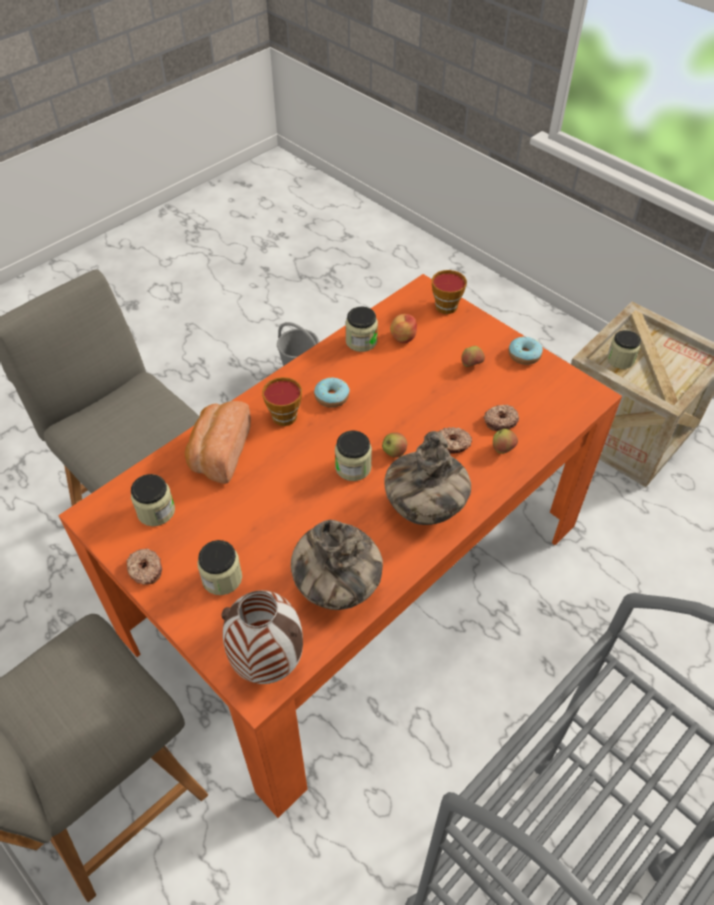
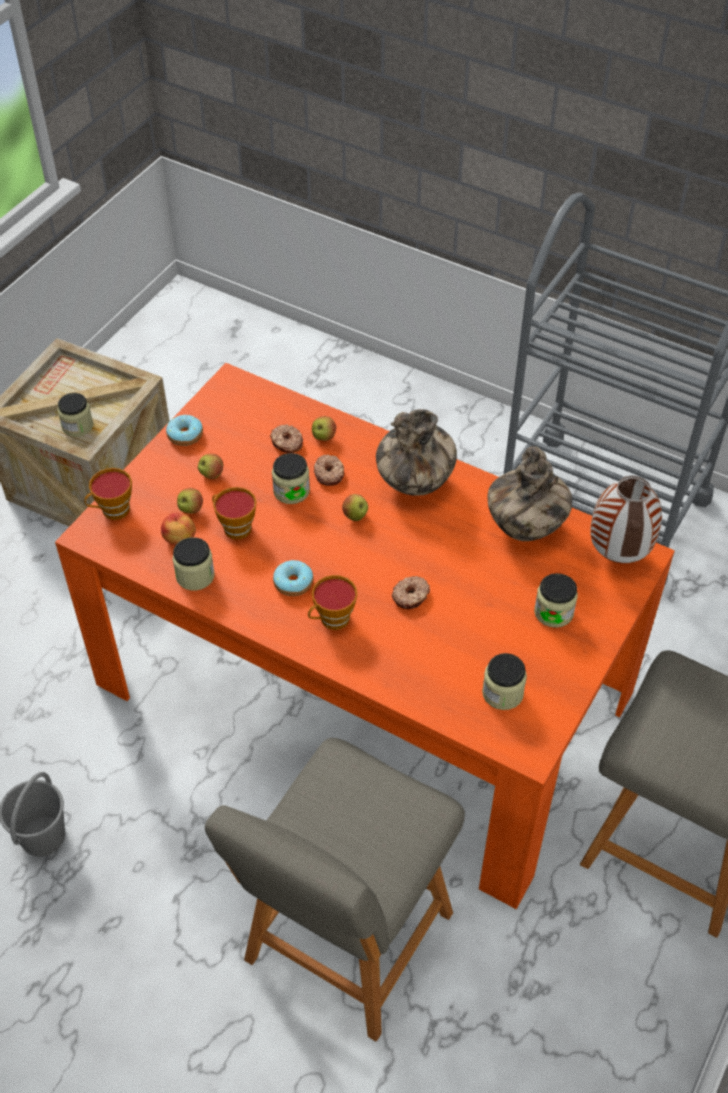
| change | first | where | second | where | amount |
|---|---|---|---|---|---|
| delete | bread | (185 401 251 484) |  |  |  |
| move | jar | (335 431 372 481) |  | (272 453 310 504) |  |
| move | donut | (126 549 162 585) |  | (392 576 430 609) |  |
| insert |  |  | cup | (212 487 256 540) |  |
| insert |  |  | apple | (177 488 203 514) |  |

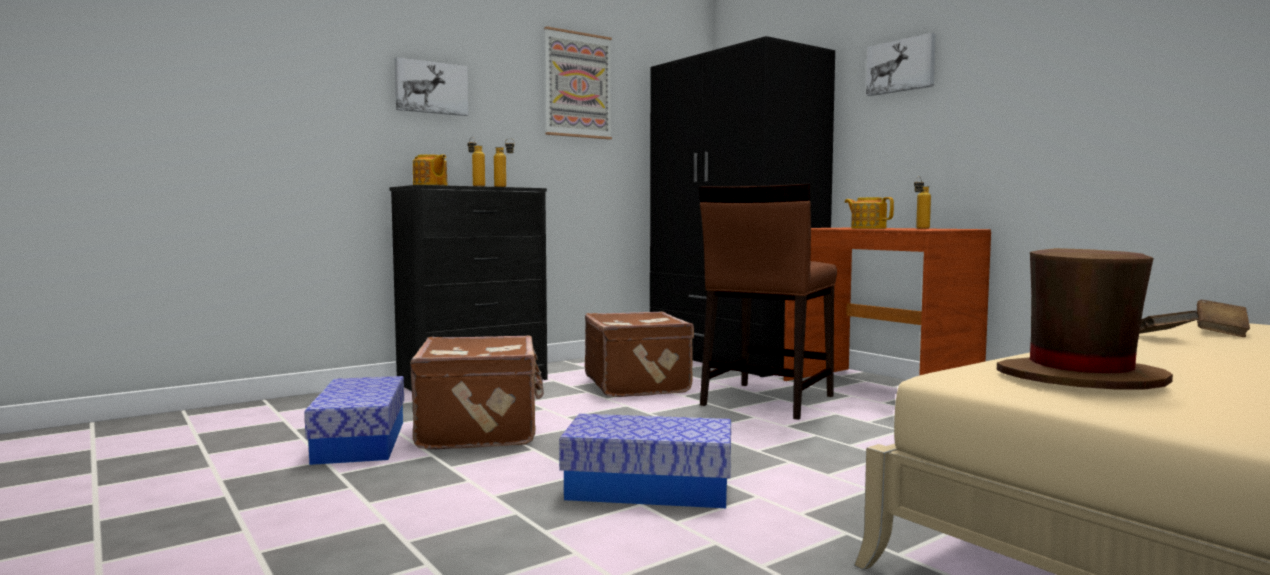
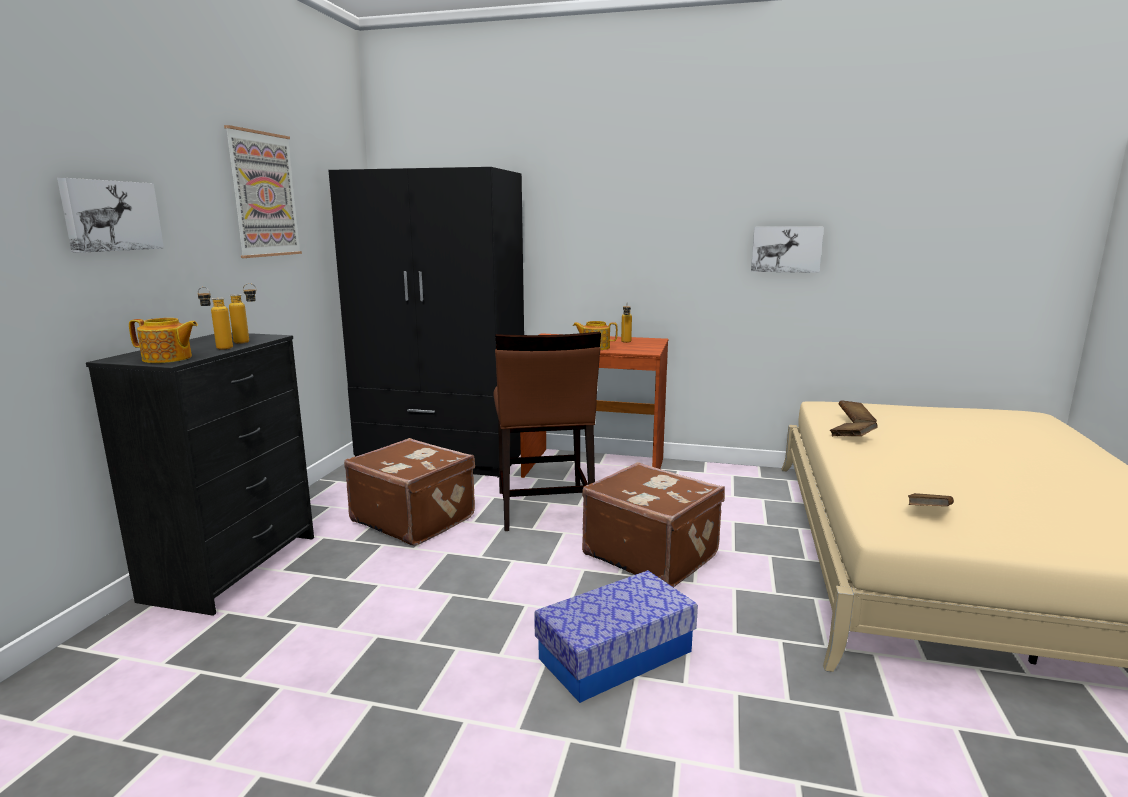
| change | first | where | second | where | amount |
|---|---|---|---|---|---|
| move | picture | (866 33 936 96) |  | (751 226 824 273) |  |
| replace | brown hat | (996 248 1173 390) | brown book | (908 493 954 506) |  |
| move | brown suitcase | (410 335 544 449) |  | (582 462 725 588) |  |
| delete | storage box | (304 376 404 465) |  |  |  |

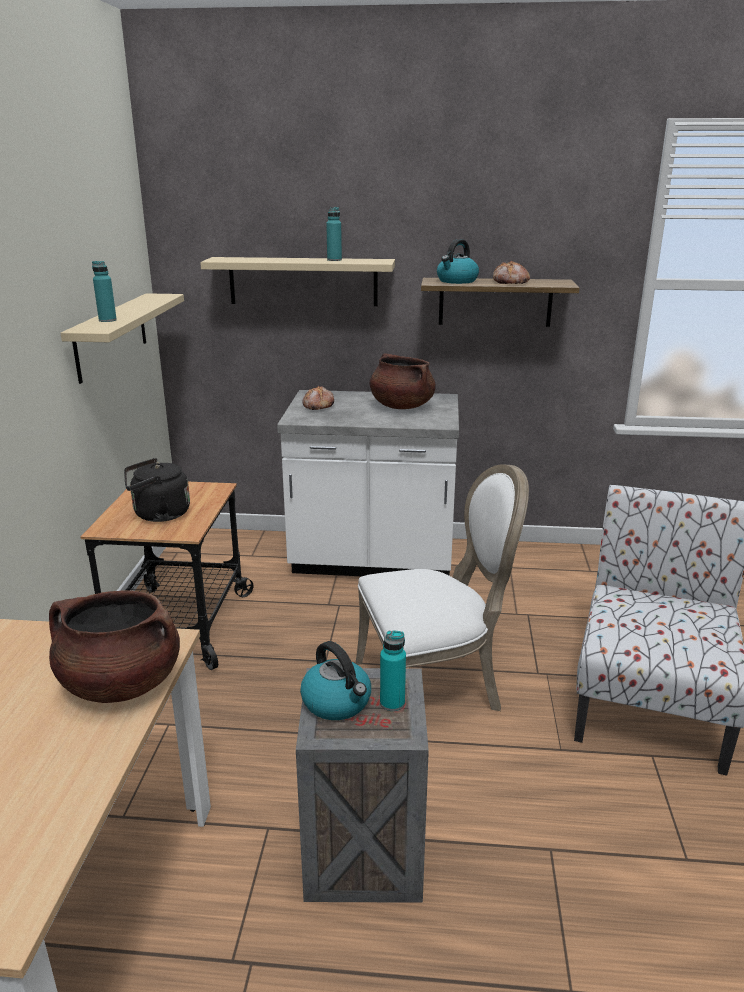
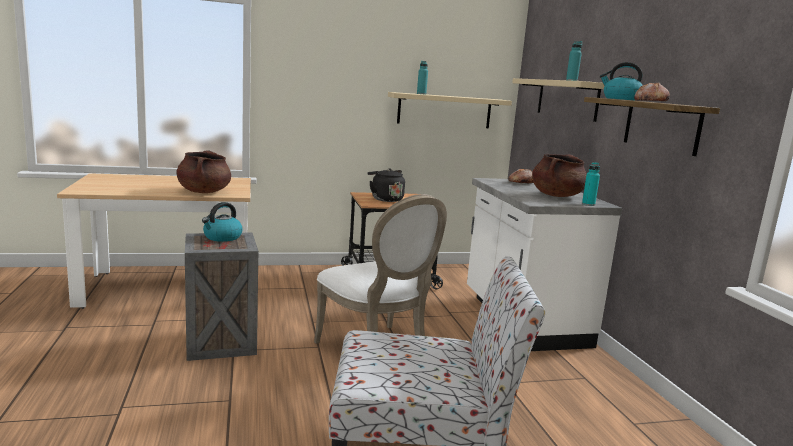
| change | first | where | second | where | amount |
|---|---|---|---|---|---|
| move | turquoise bottle | (380 630 406 711) |  | (582 162 600 206) |  |

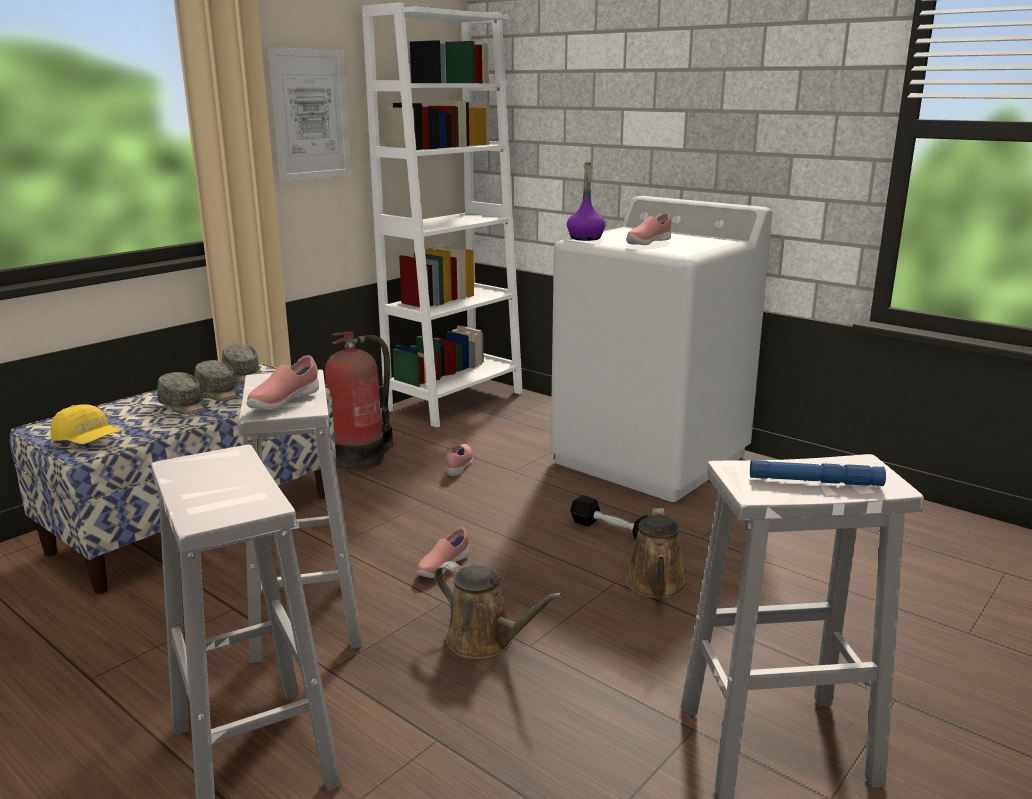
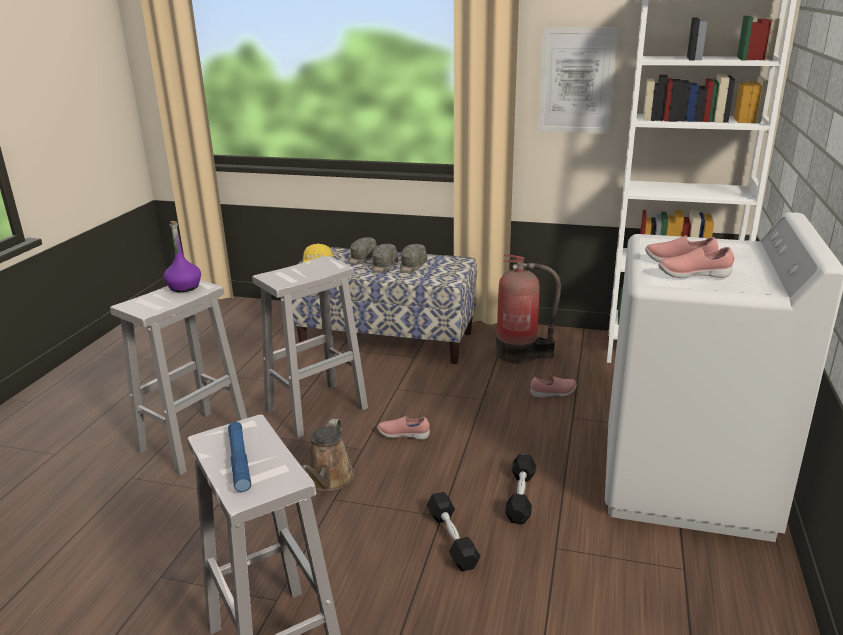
| change | first | where | second | where | amount |
|---|---|---|---|---|---|
| move | purple bottle | (567 162 606 241) |  | (163 221 201 292) |  |
| move | grey cap | (222 344 261 383) |  | (348 237 377 265) |  |
| move | pink shoe | (246 355 319 410) |  | (658 247 734 278) |  |
| replace | brown watering can | (625 508 688 599) | black dumbbell | (427 492 480 571) |  |

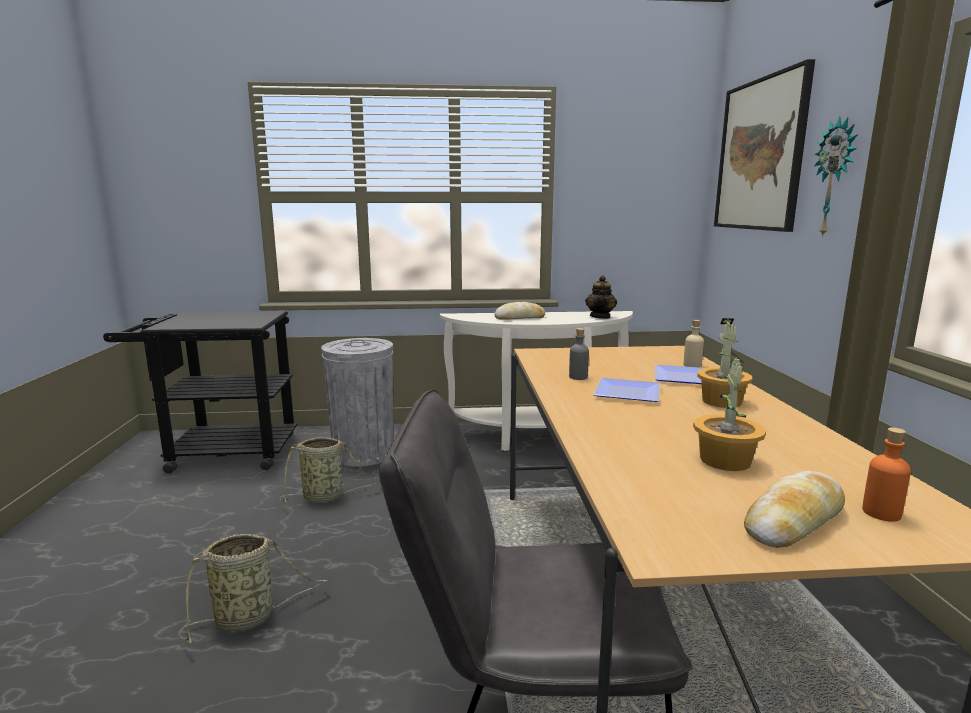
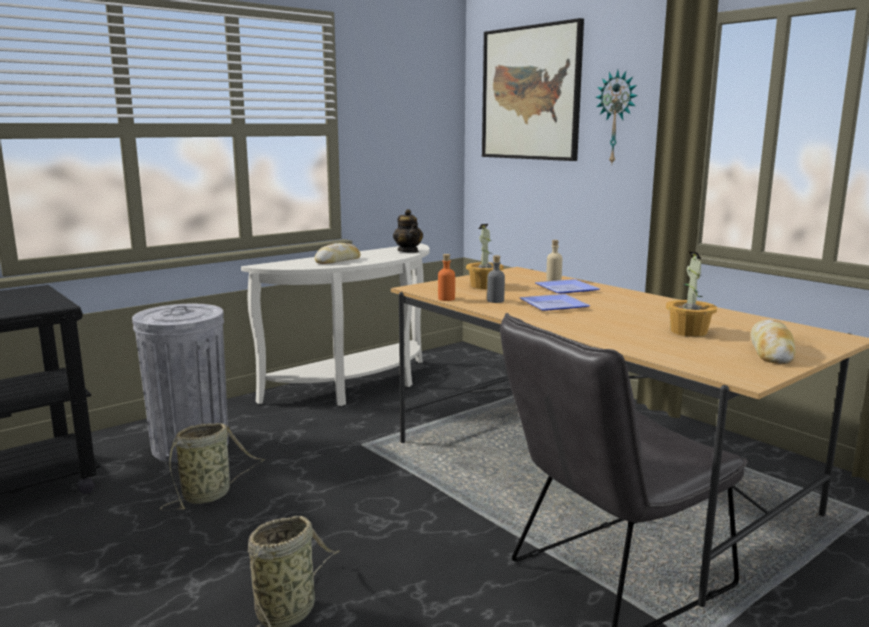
| change | first | where | second | where | amount |
|---|---|---|---|---|---|
| move | potted plant | (697 318 753 408) |  | (466 224 504 289) |  |
| move | orange bottle | (862 427 911 522) |  | (438 254 455 301) |  |

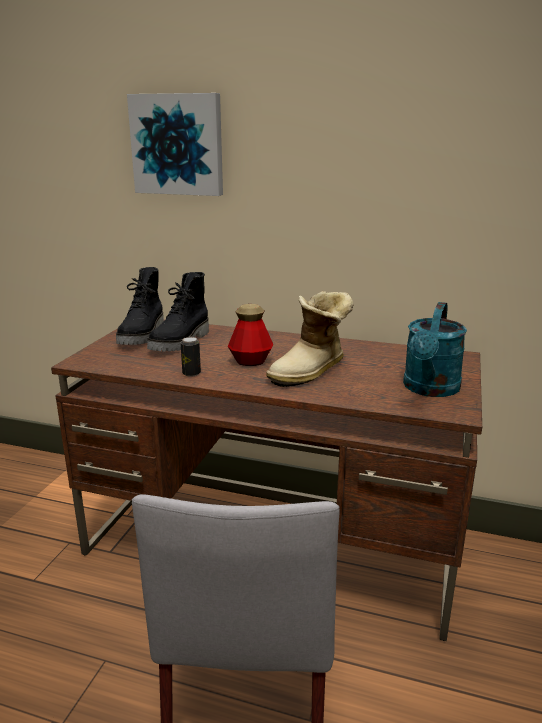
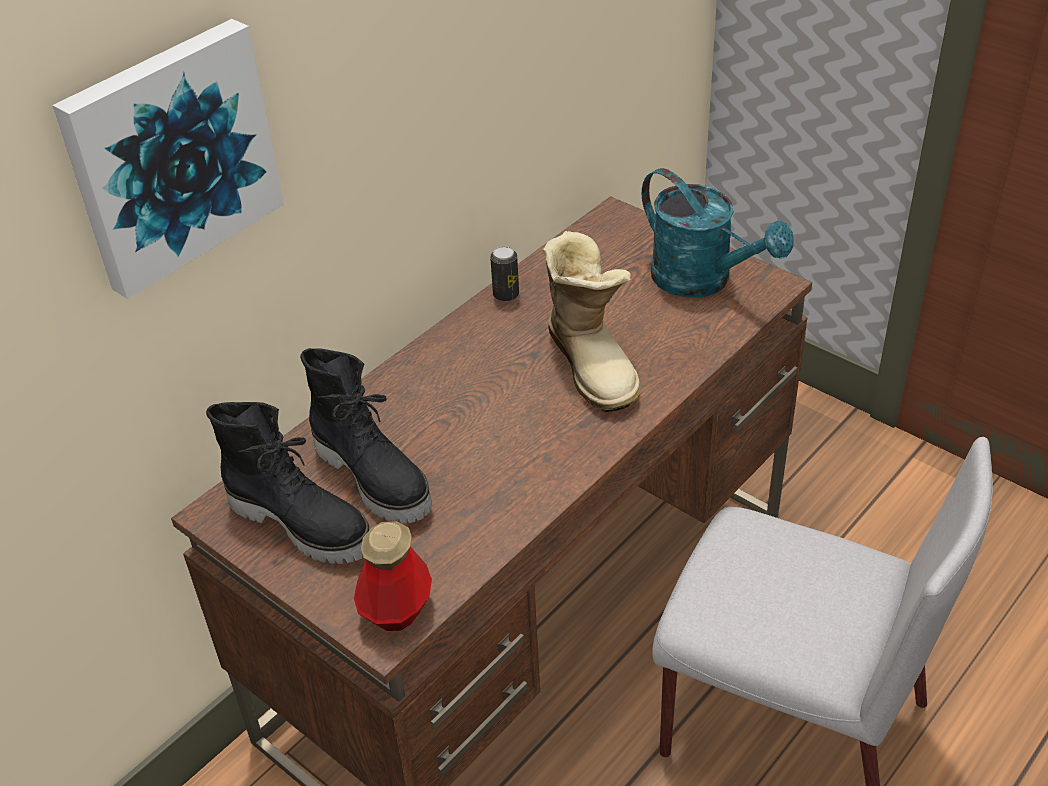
| change | first | where | second | where | amount |
|---|---|---|---|---|---|
| move | bottle | (228 304 274 366) |  | (354 521 432 631) |  |
| move | can | (180 337 201 376) |  | (490 246 519 302) |  |

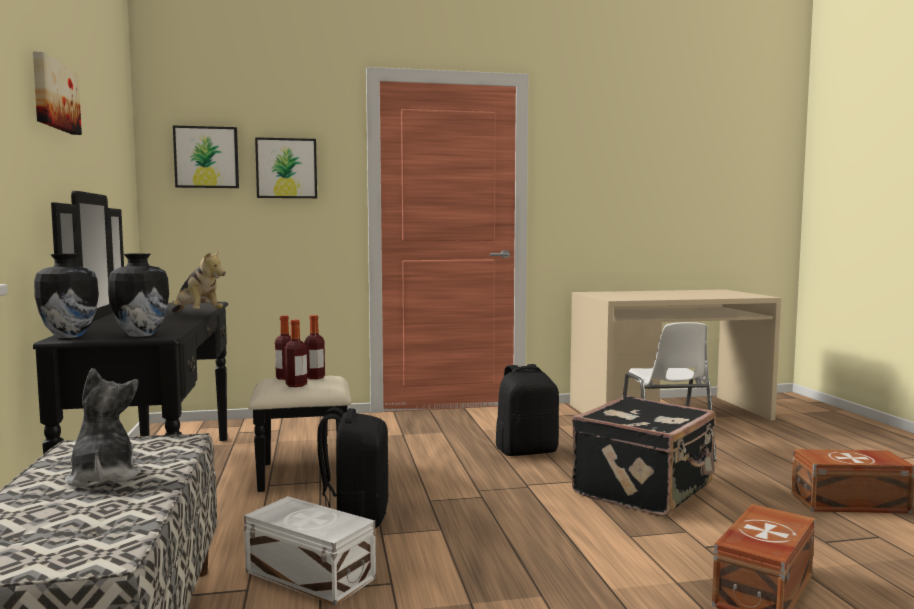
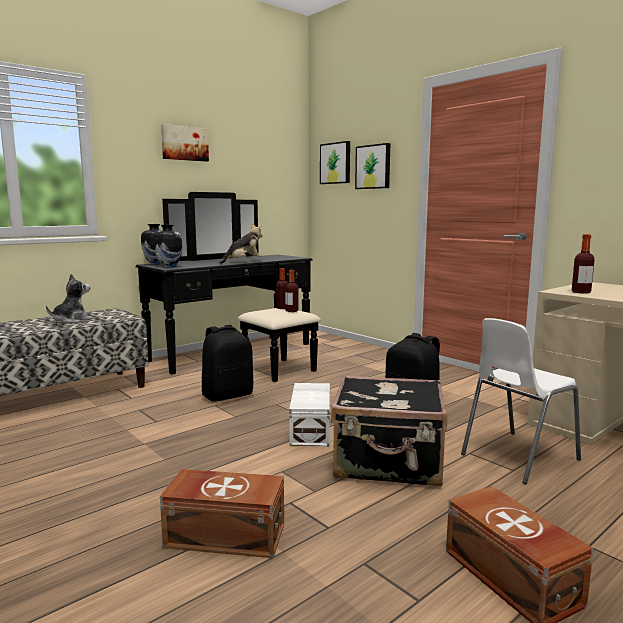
| change | first | where | second | where | amount |
|---|---|---|---|---|---|
| rotate | plush toy | (172 250 226 313) |  | (219 224 262 264) | 135 degrees counterclockwise |
| move | bottle | (285 320 307 387) |  | (572 234 595 294) |  |
| move | white storage box | (244 496 376 605) |  | (289 383 330 447) |  |

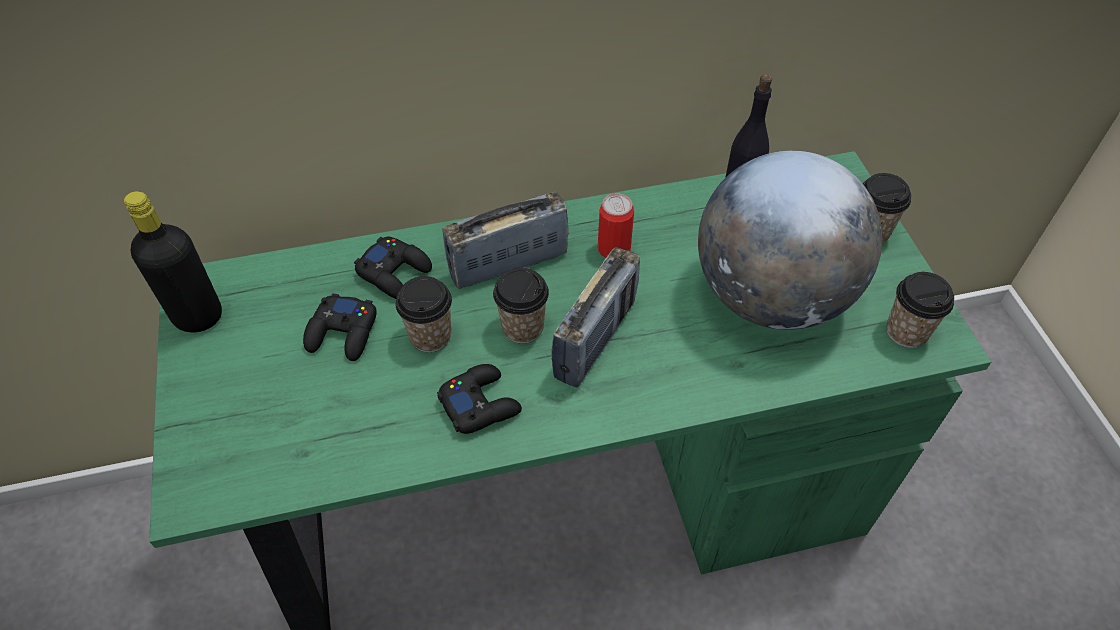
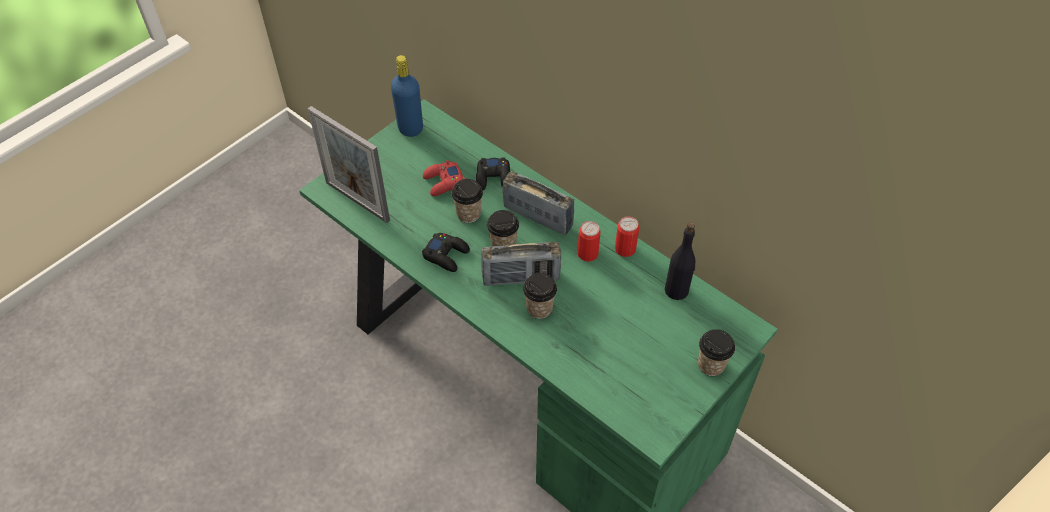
| change | first | where | second | where | amount |
|---|---|---|---|---|---|
| delete | globe | (698 151 882 330) |  |  |  |
| recolor | black bottle | (124 191 222 332) | blue bottle | (391 55 423 137) |  |
| move | cup | (887 272 954 348) |  | (523 273 557 319) |  |
| recolor | black game controller | (303 293 377 361) | red game controller | (423 160 465 196) |  |
| insert |  |  | picture frame | (308 106 390 223) |  |
| insert |  |  | can | (615 216 639 257) |  |

